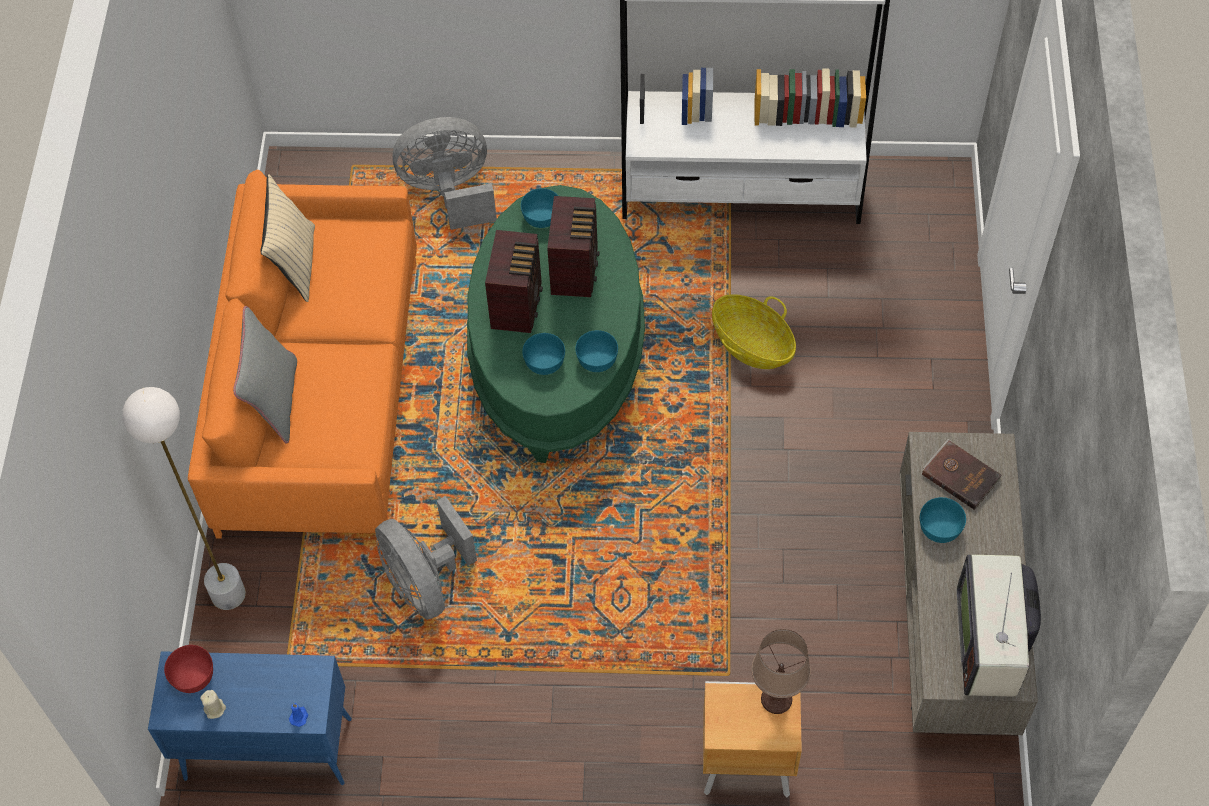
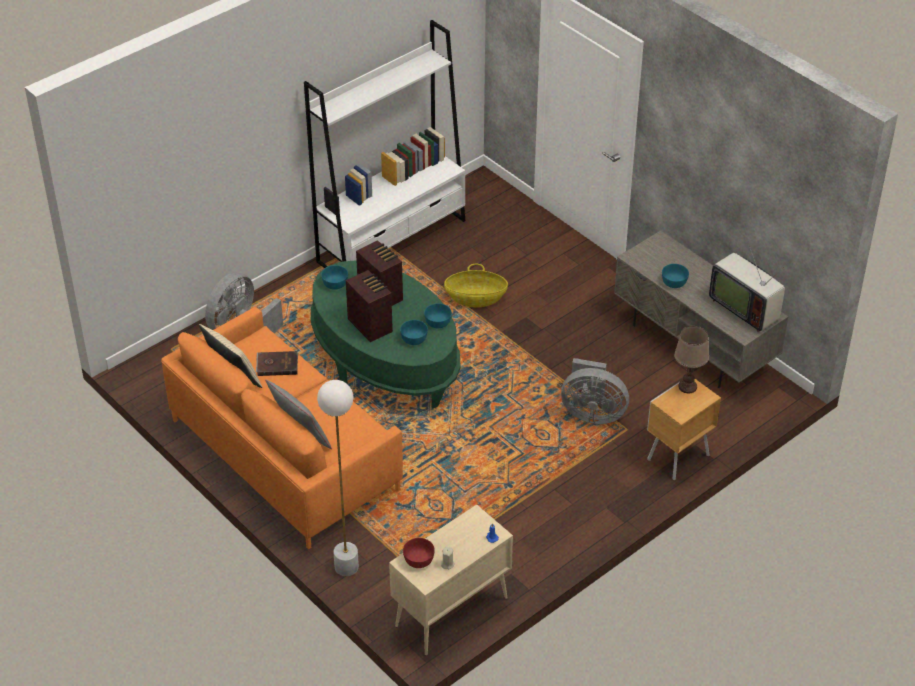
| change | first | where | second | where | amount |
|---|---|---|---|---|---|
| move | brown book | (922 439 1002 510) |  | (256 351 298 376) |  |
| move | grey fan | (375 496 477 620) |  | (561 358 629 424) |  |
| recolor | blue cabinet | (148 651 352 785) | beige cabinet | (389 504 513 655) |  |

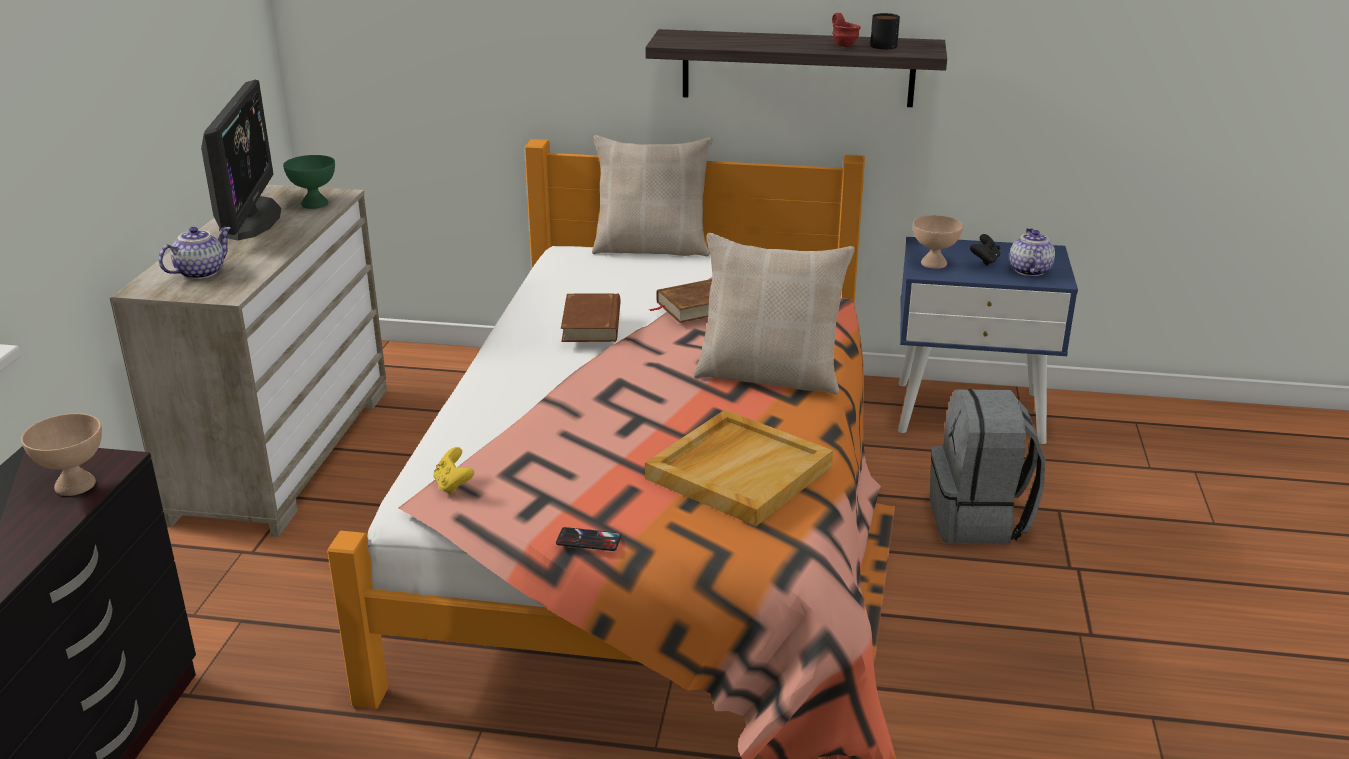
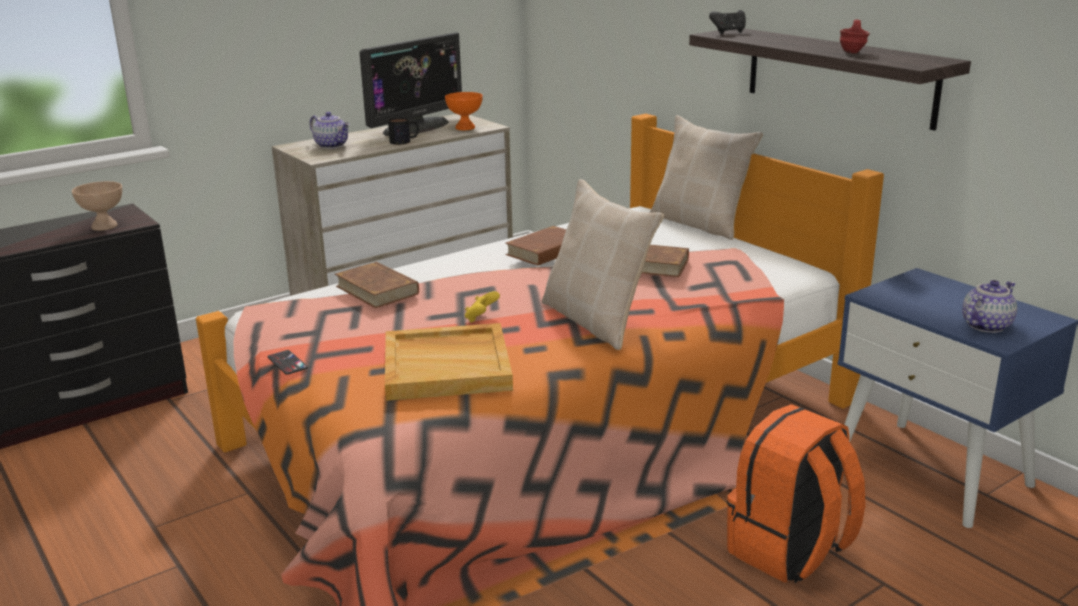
| change | first | where | second | where | amount |
|---|---|---|---|---|---|
| move | mug | (870 13 900 49) |  | (388 117 419 145) |  |
| recolor | green bowl | (283 155 335 209) | orange bowl | (445 92 483 130) |  |
| delete | beige bowl | (913 215 963 269) |  |  |  |
| rotate | teapot | (158 227 231 279) |  | (310 112 350 149) | 45 degrees clockwise |
| move | black game controller | (970 234 1000 266) |  | (709 10 746 34) |  |
| recolor | grey backpack | (930 389 1045 544) | orange backpack | (727 404 866 583) |  |
| move | yellow game controller | (434 447 474 495) |  | (465 291 500 323) |  |
| insert |  |  | brown book | (335 262 419 308) |  |

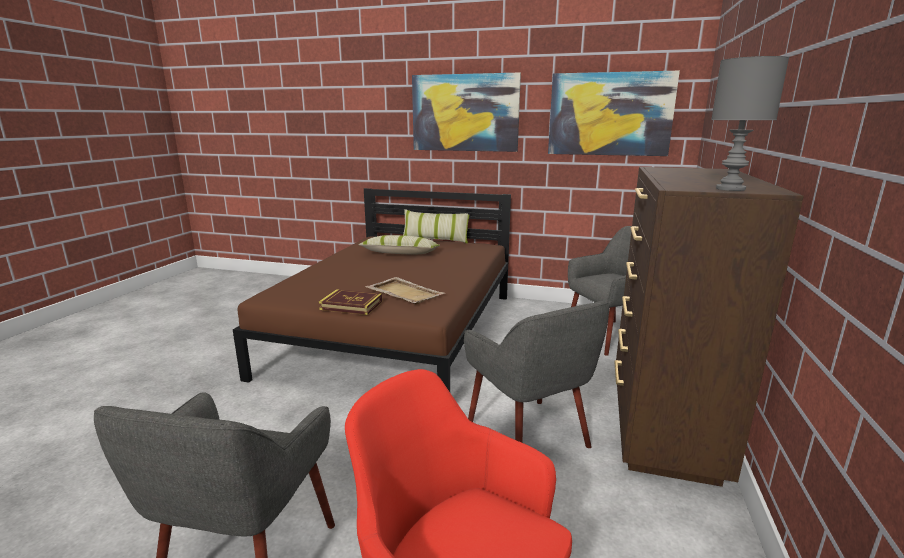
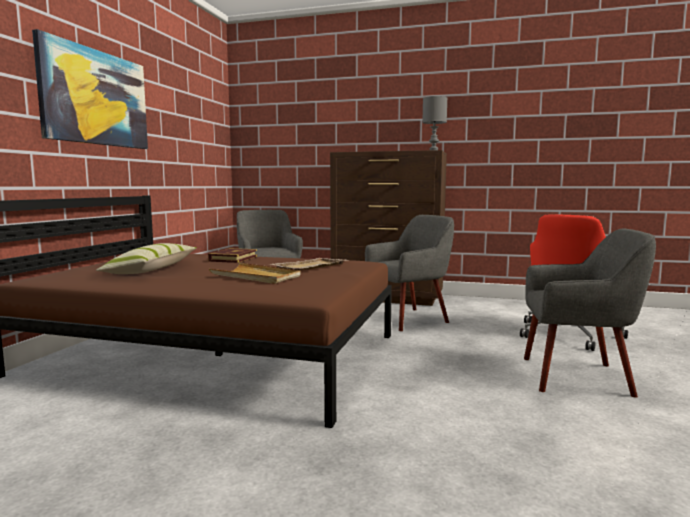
| change | first | where | second | where | amount |
|---|---|---|---|---|---|
| delete | picture | (548 71 680 156) |  |  |  |
| delete | pillow | (403 209 469 244) |  |  |  |
| move | book | (319 289 382 315) |  | (208 248 257 263) |  |
| insert |  |  | beige tray | (209 263 301 284) |  |

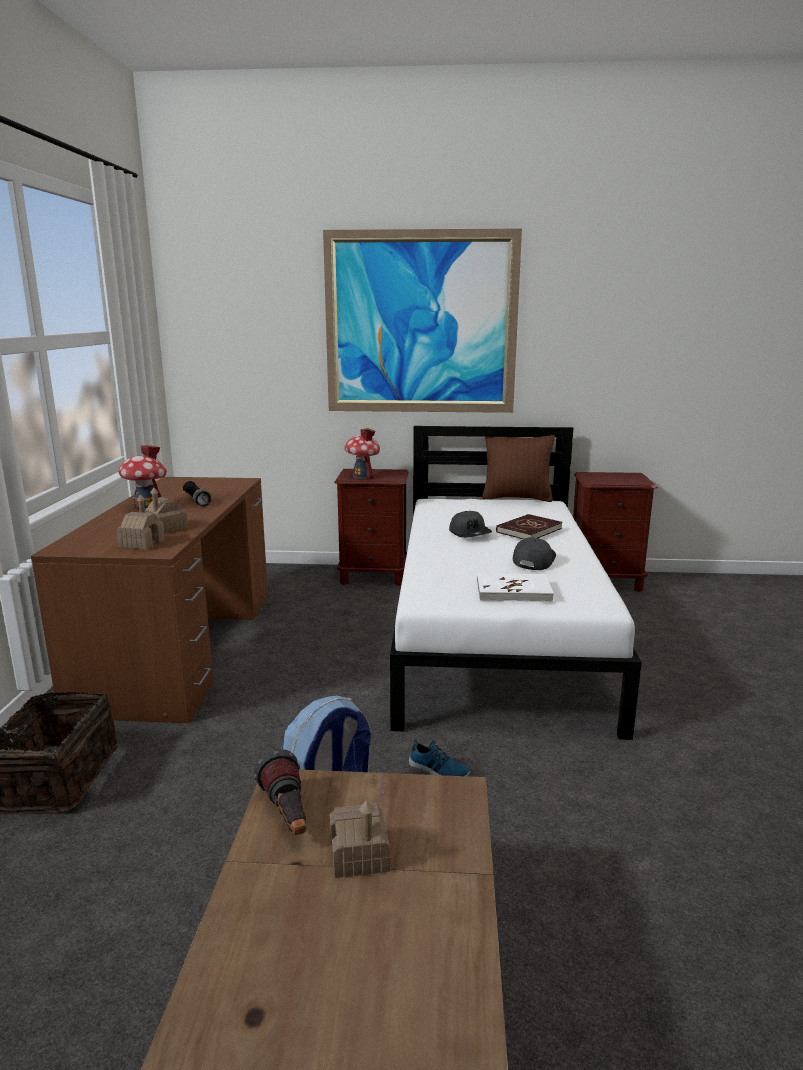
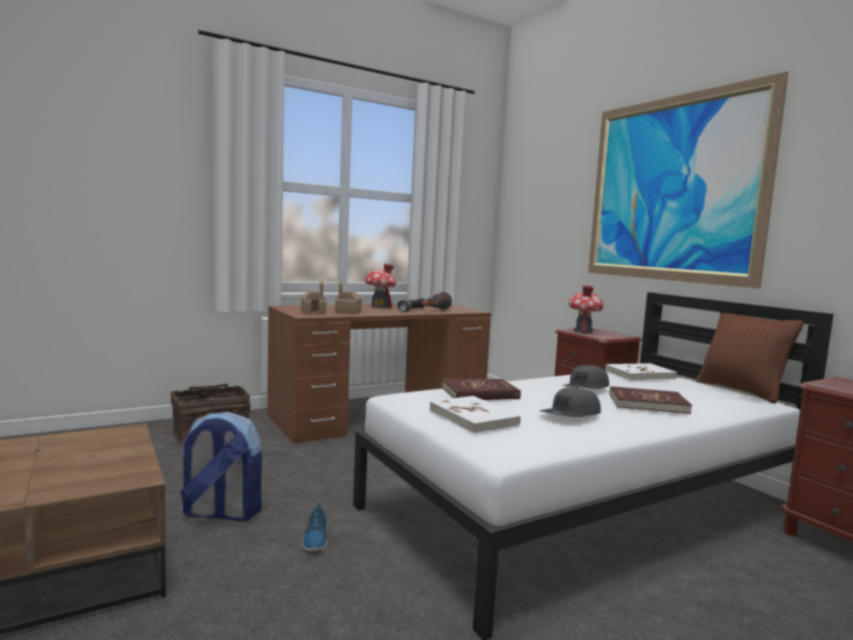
| change | first | where | second | where | amount |
|---|---|---|---|---|---|
| rotate | grey cap | (513 537 556 570) |  | (540 387 601 417) | 150 degrees clockwise |
| move | flashlight | (254 749 306 835) |  | (422 292 452 310) |  |
| delete | toy house | (330 800 390 878) |  |  |  |
| insert |  |  | white book | (605 363 677 380) |  |
| insert |  |  | red book | (442 379 521 400) |  |

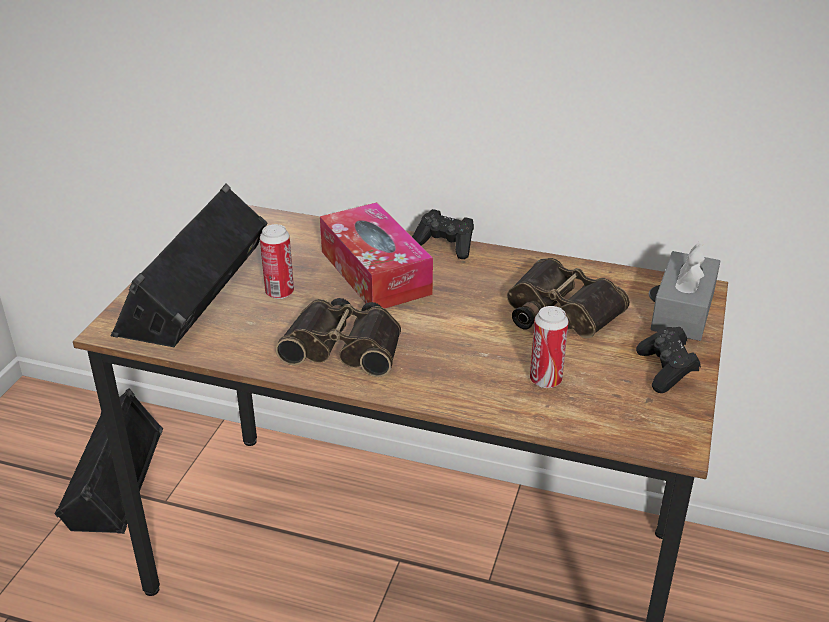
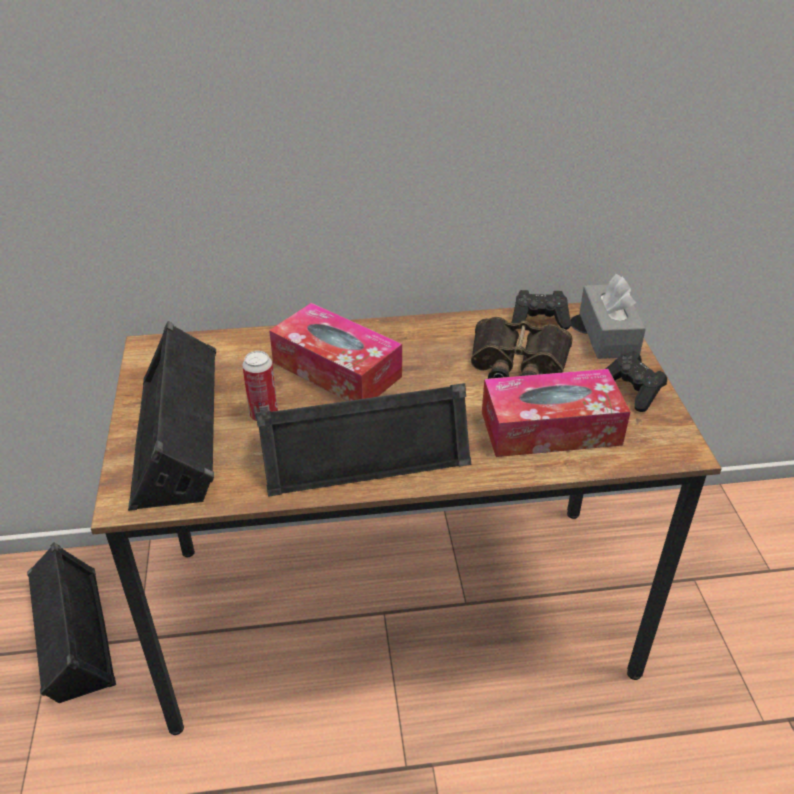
| change | first | where | second | where | amount |
|---|---|---|---|---|---|
| move | black game controller | (412 209 474 259) |  | (512 290 571 330) |  |
| replace | binoculars | (276 298 401 377) | black speaker | (256 383 471 497) |  |
| replace | can | (530 306 568 388) | tissue box | (482 369 630 457) |  |

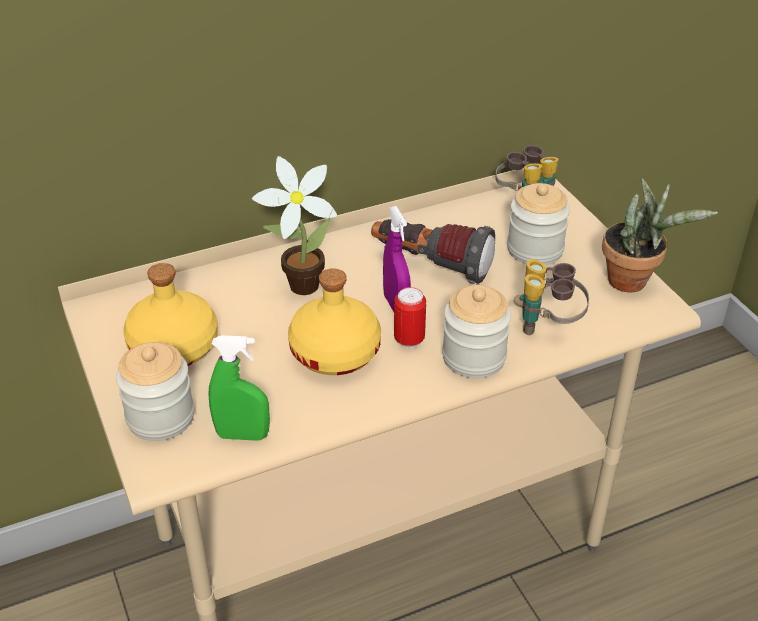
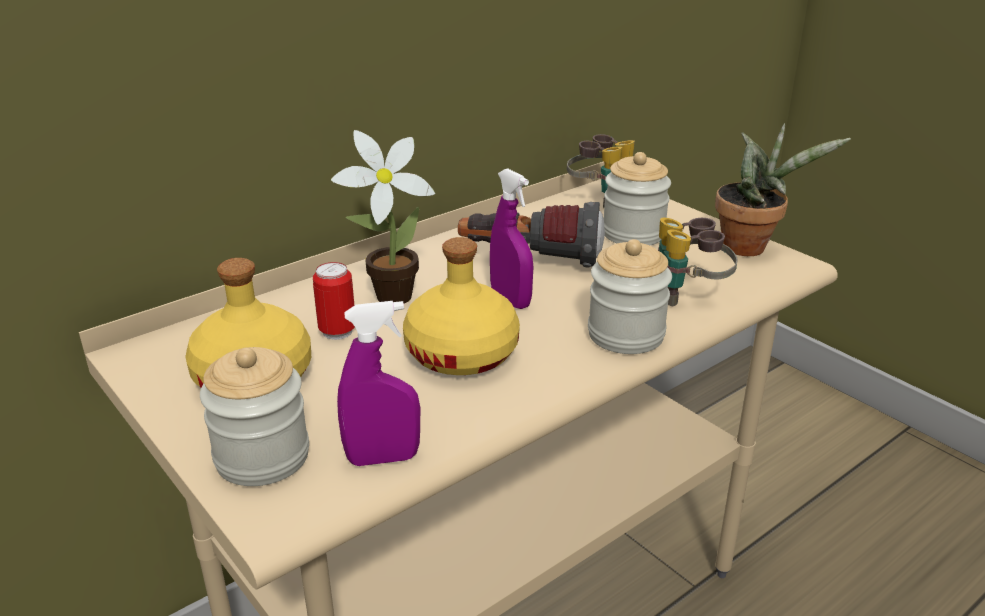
| change | first | where | second | where | amount |
|---|---|---|---|---|---|
| move | can | (394 287 426 348) |  | (313 262 355 340) |  |
| recolor | green spray bottle | (208 335 270 441) | purple spray bottle | (337 301 420 466) |  |

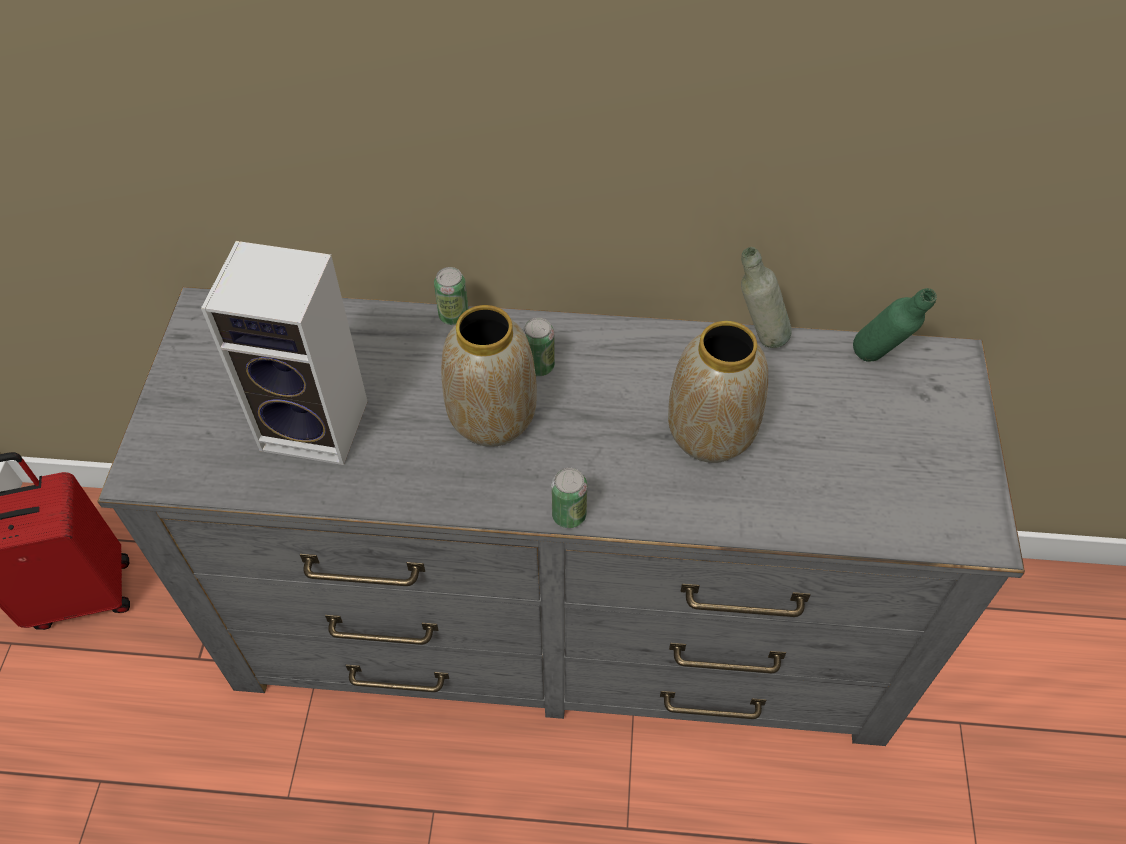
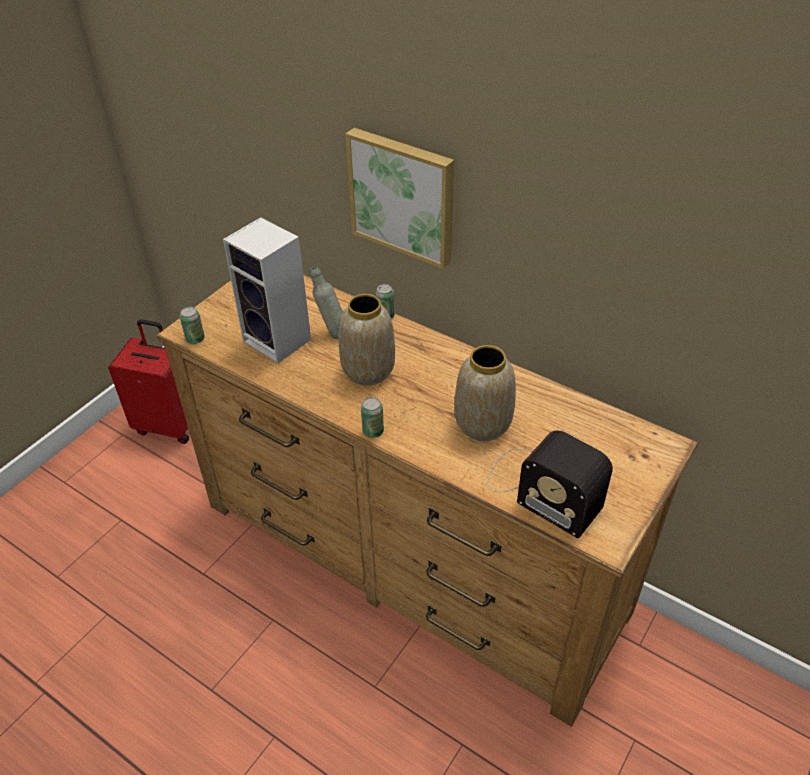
| change | first | where | second | where | amount |
|---|---|---|---|---|---|
| move | grey bottle | (741 247 792 348) |  | (309 266 343 339) |  |
| recolor | grey dresser | (98 287 1025 746) | brown dresser | (157 275 698 727) |  |
| delete | green bottle | (853 288 937 362) |  |  |  |
| move | can | (523 317 555 376) |  | (180 307 205 344) |  |
| insert |  |  | picture | (346 128 454 269) |  |
| insert |  |  | radio | (487 430 613 538) |  |

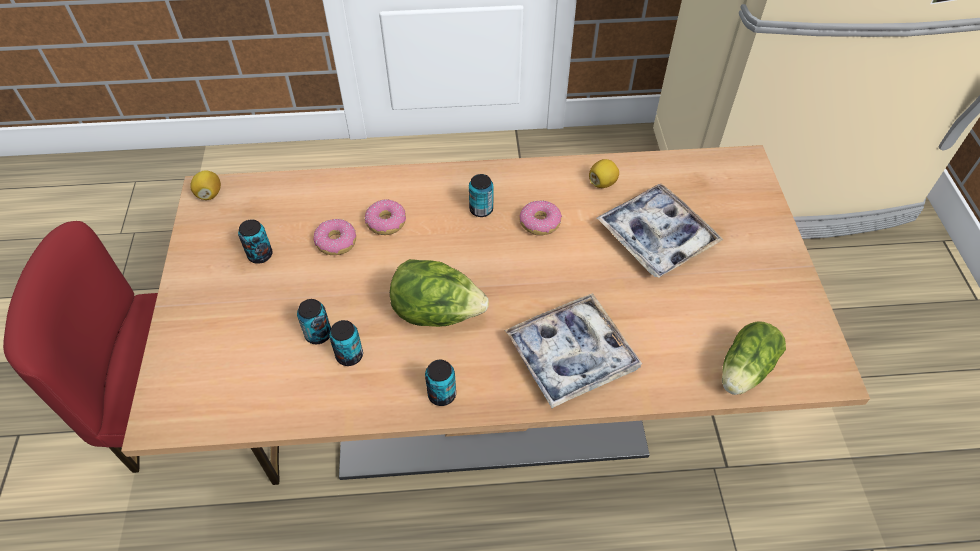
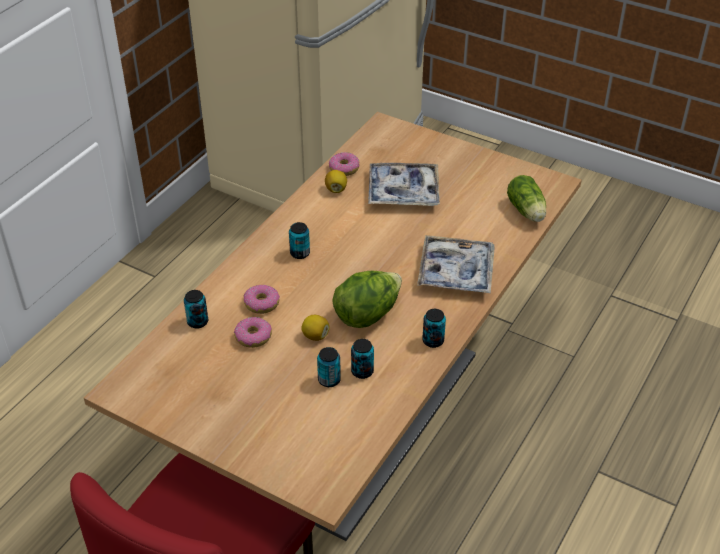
| change | first | where | second | where | amount |
|---|---|---|---|---|---|
| move | lemon | (190 170 221 200) |  | (301 315 330 341) |  |
| move | donut | (519 200 562 236) |  | (329 152 359 176) |  |
| move | can | (238 219 273 264) |  | (184 290 208 329) |  |

